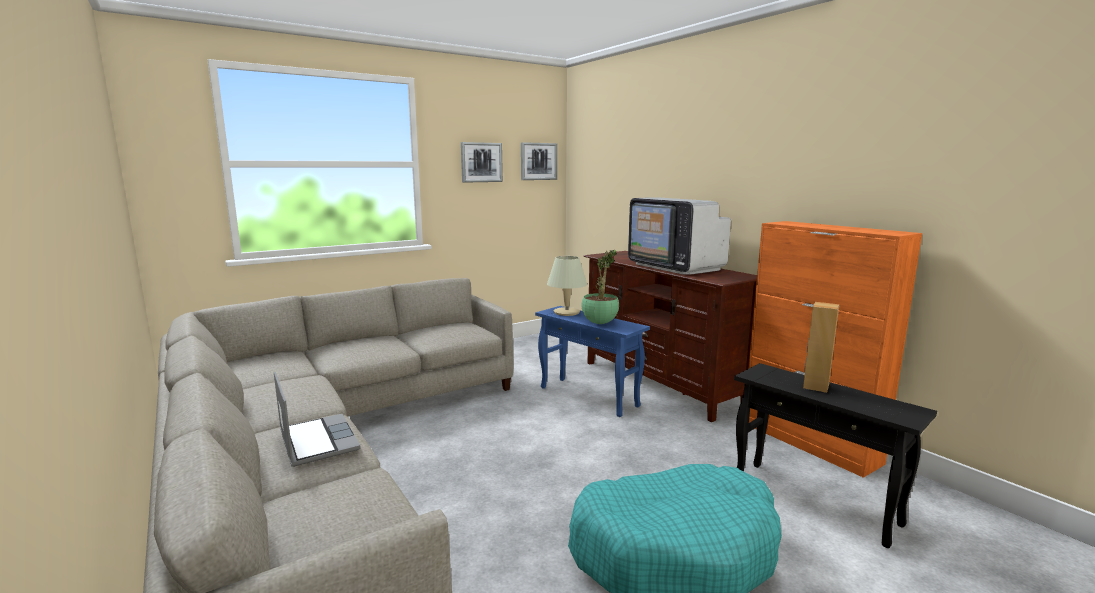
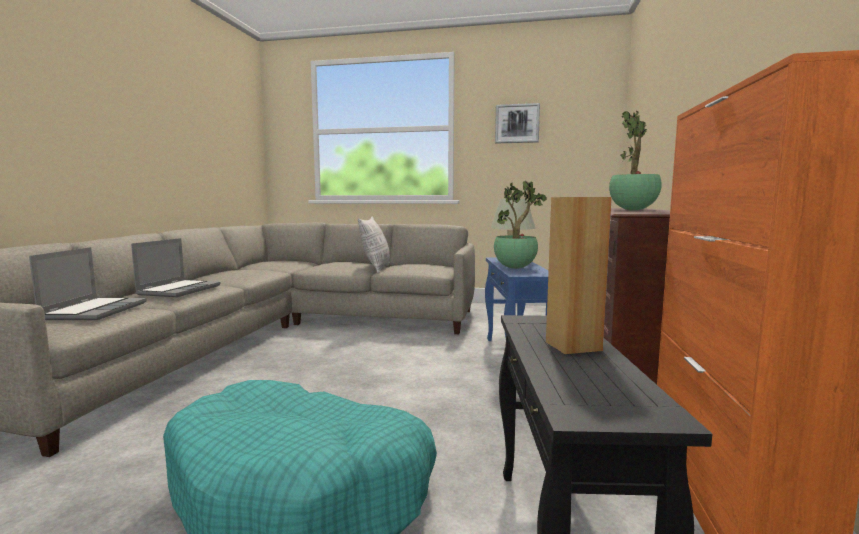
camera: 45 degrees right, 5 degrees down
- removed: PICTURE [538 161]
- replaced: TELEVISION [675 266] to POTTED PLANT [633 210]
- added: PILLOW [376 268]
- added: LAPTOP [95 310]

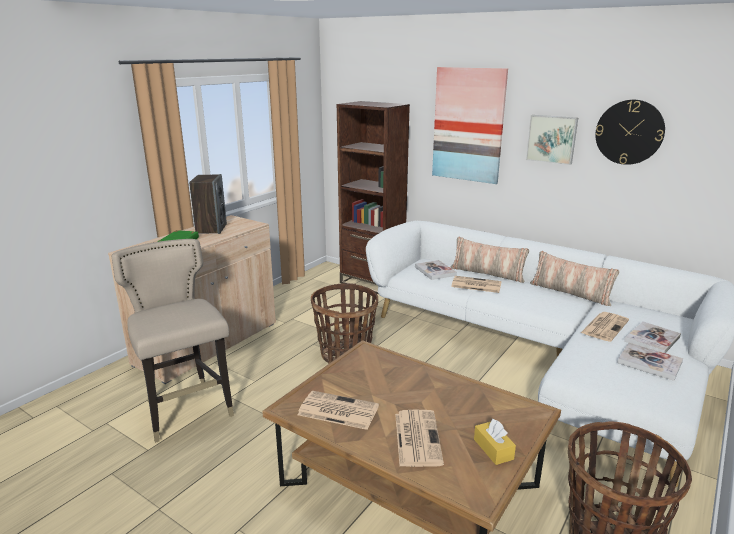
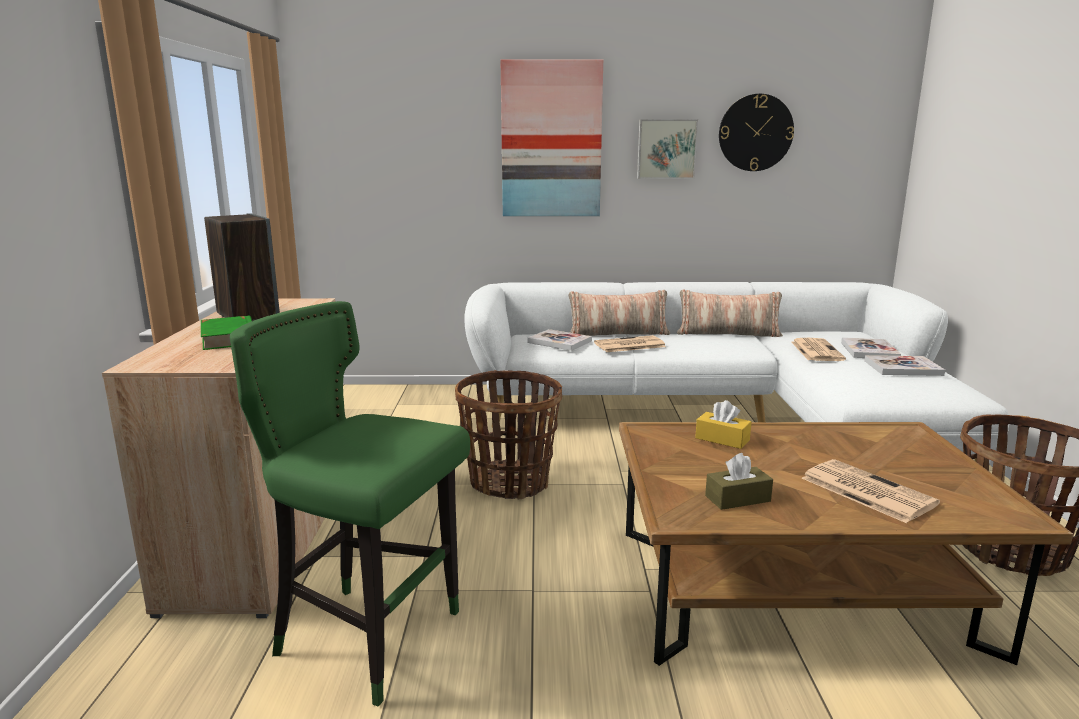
camera: 35 degrees left, 5 degrees down
- removed: BROWN BOOKCASE [372 283]
- recoloured: BEIGE STOOL [187 411] to GREEN STOOL [370 638]
- replaced: NEWSPAPER [337 410] to BROWN TISSUE BOX [737 499]
- moved: YELLOW TISSUE BOX [493 449] to [722 439]

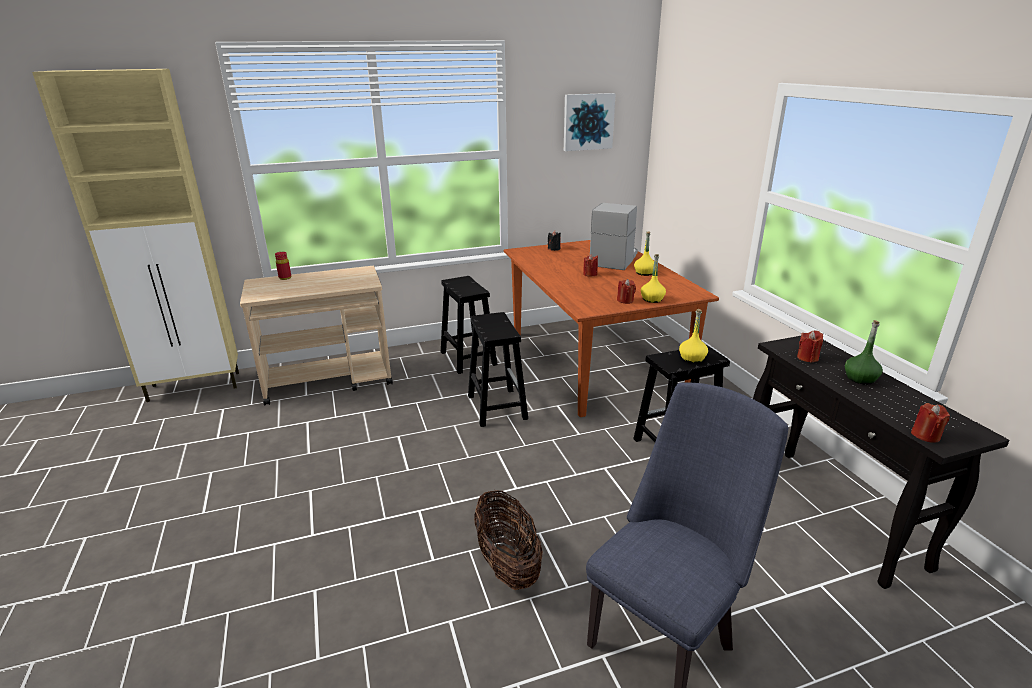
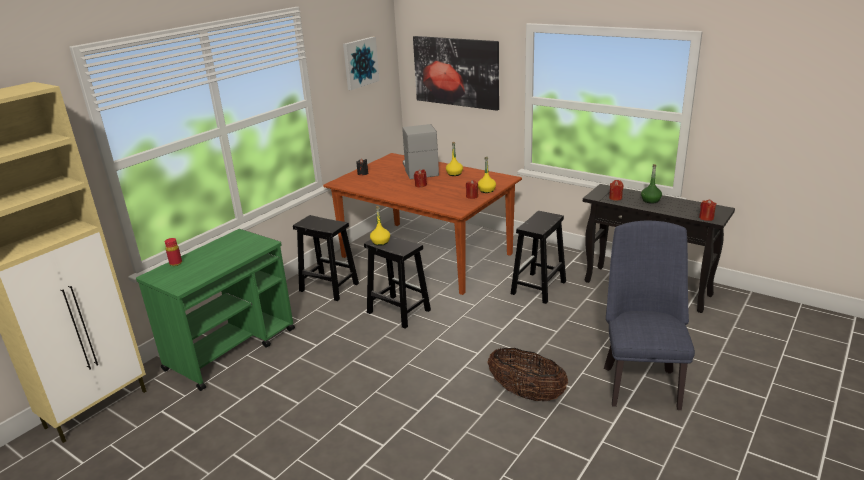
camera: 35 degrees left, 0 degrees up
- recoloured: BEIGE CART [329 380] to GREEN CART [232 349]
- moved: YELLOW BOTTLE [692 358] to [380 242]
- added: PICTURE [456 72]

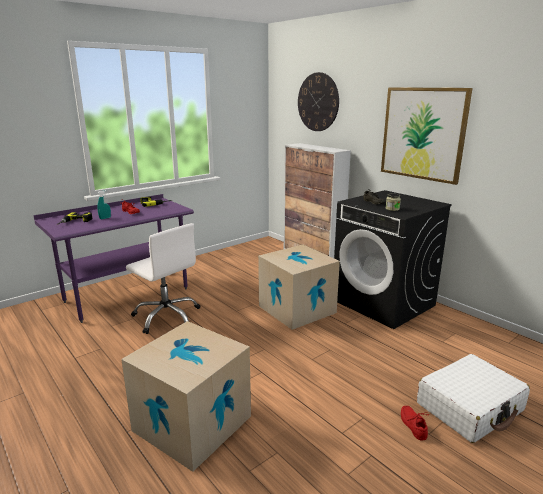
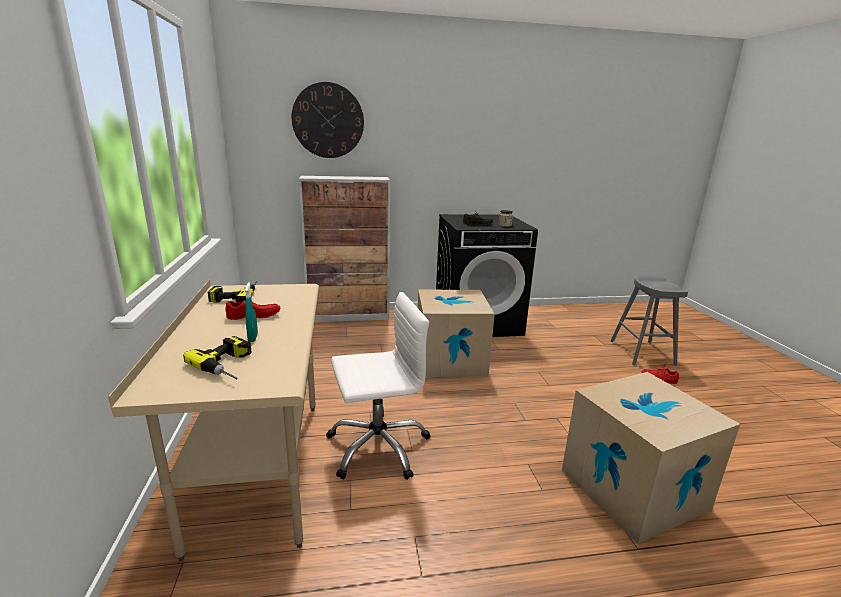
camera: 60 degrees left, 0 degrees up
- removed: PICTURE [423 134]
- recoloured: PURPLE DESK [127 295] to BEIGE DESK [260 469]
- replaced: WHITE SUITCASE [470 407] to GREY STOOL [642 353]

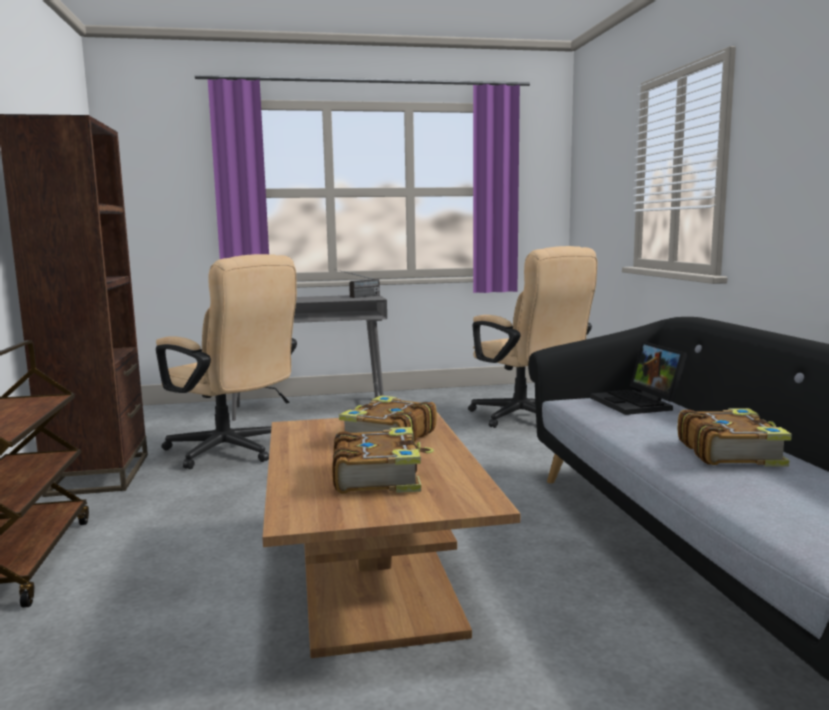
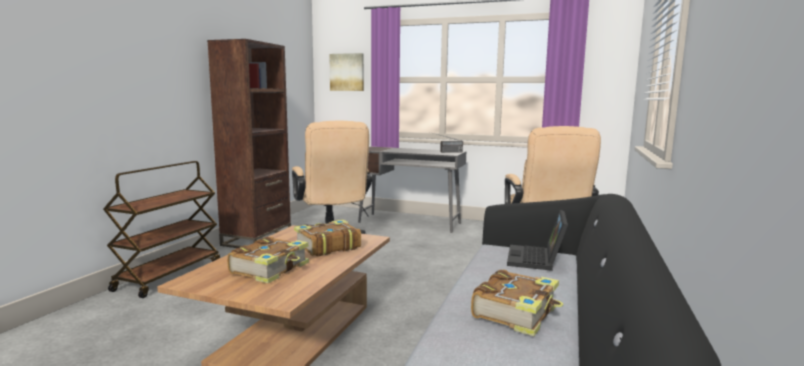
camera: 30 degrees right, 0 degrees up
- added: PICTURE [347 72]

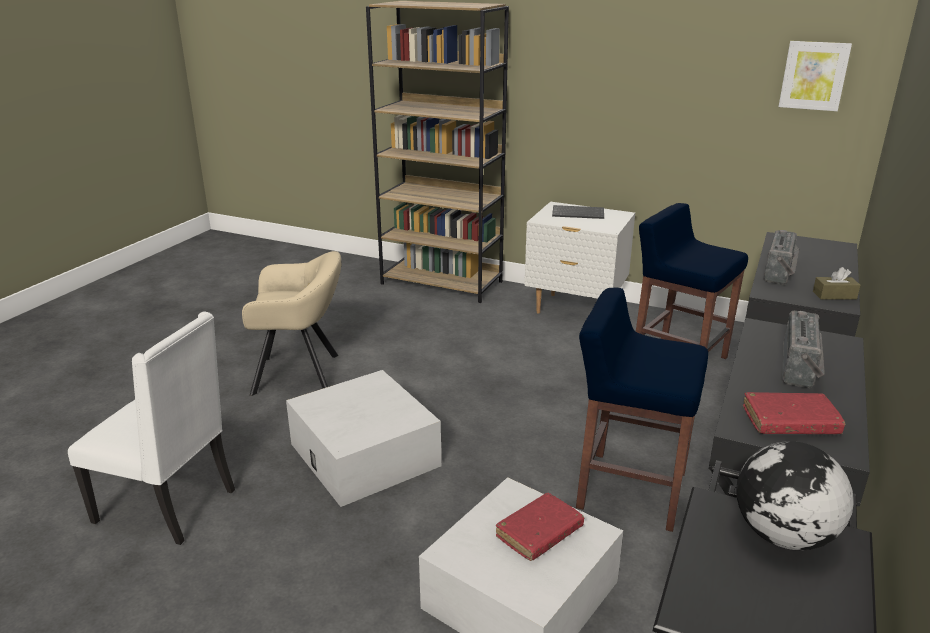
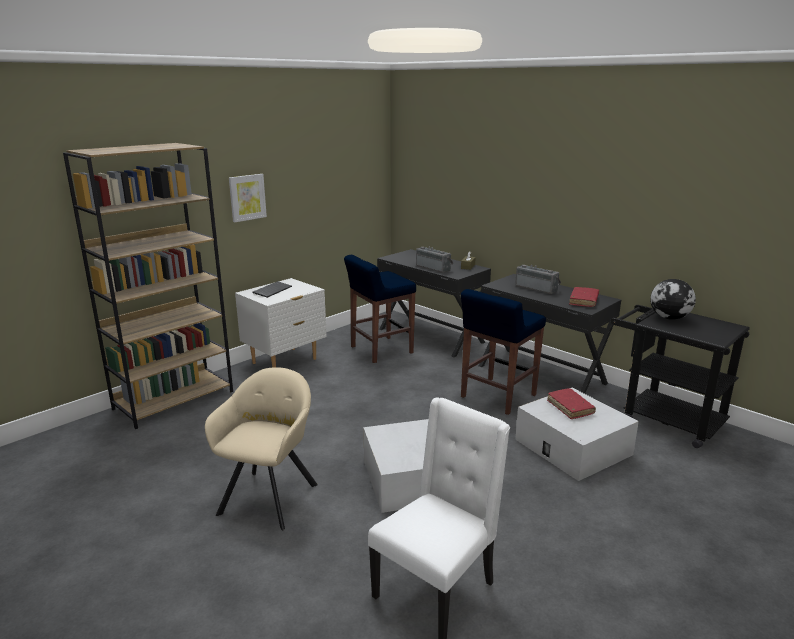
camera: 70 degrees left, 5 degrees down
- moved: PICTURE [814 75] to [247 197]

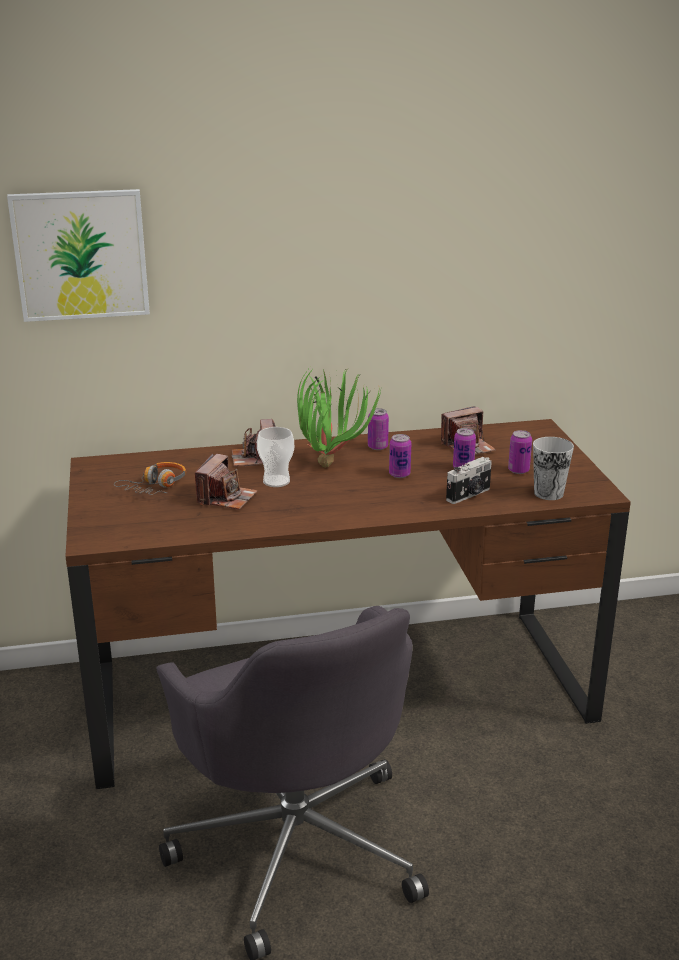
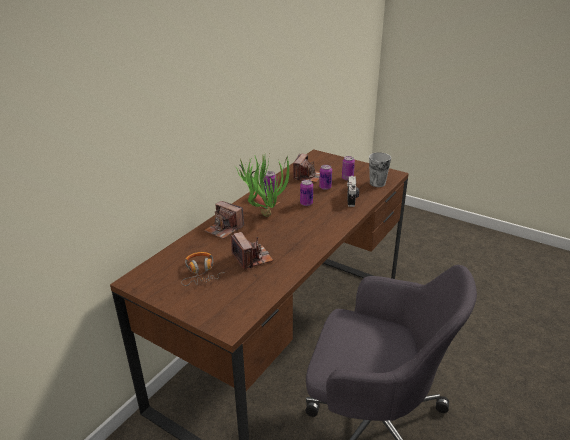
camera: 45 degrees left, 5 degrees up
- removed: PICTURE [81 255]
- removed: CUP [276 481]

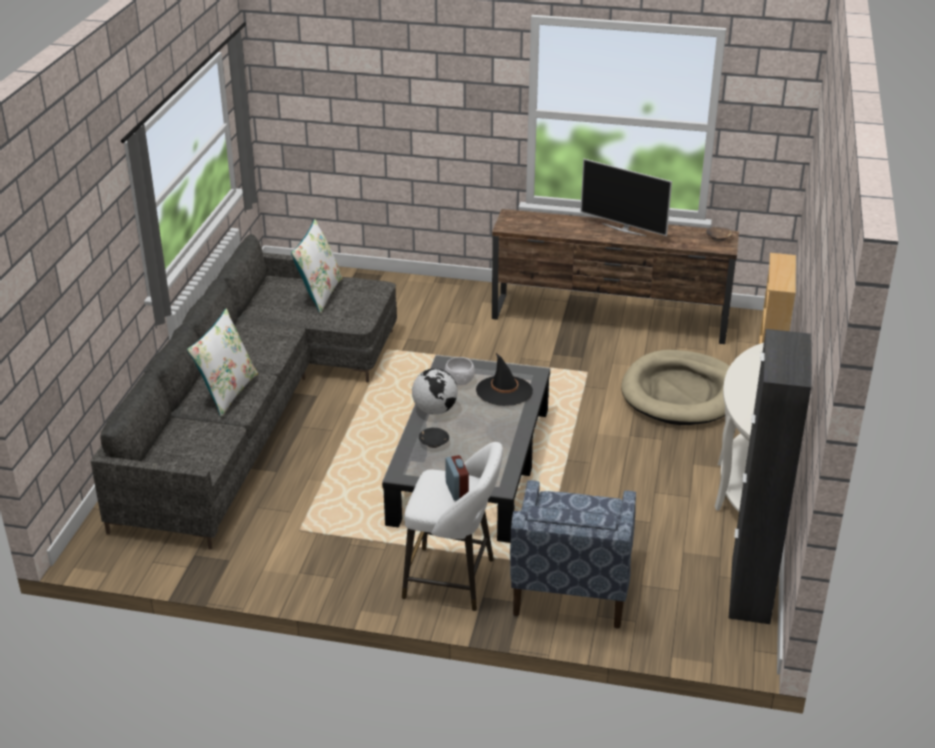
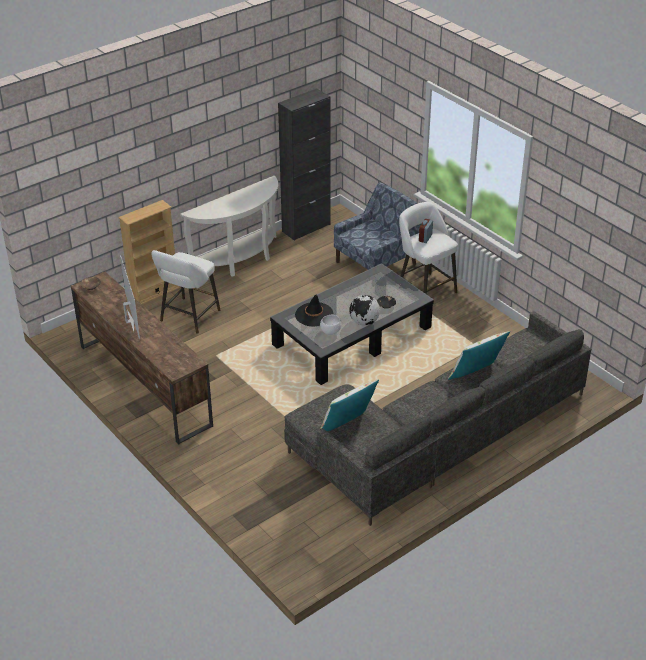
camera: 140 degrees left, 5 degrees up
- replaced: BEIGE DOG BED [680 393] to WHITE STOOL [188 318]

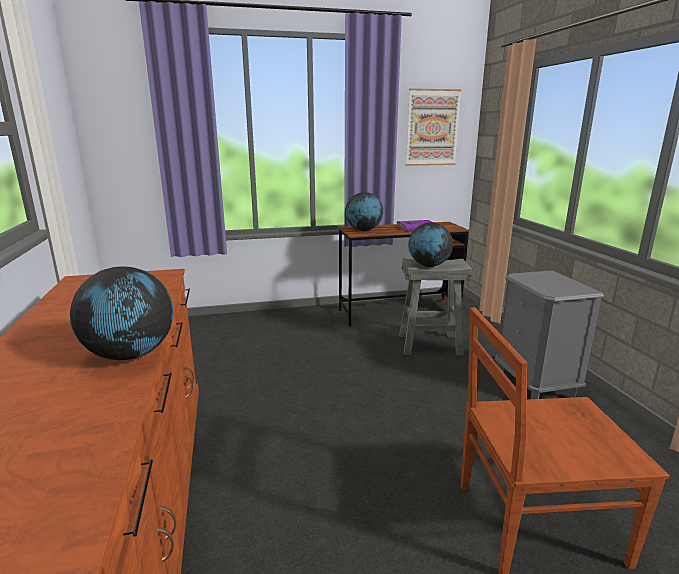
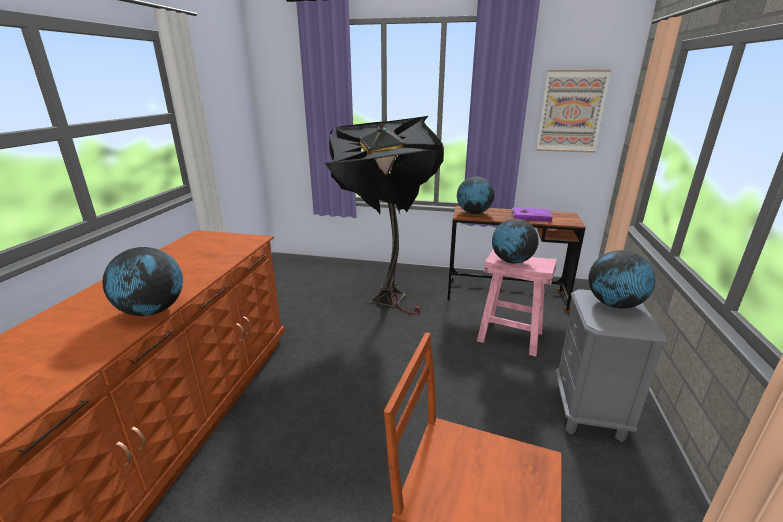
camera: 25 degrees right, 5 degrees up
- recoloured: GREY STOOL [429 345] to PINK STOOL [509 337]
- added: BLACK FLOOR LAMP [383 302]
- added: GLOBE [614 305]

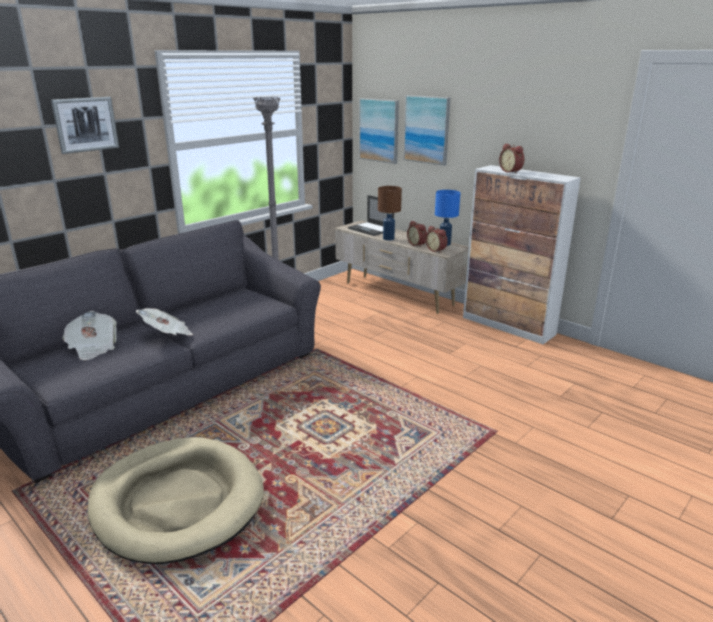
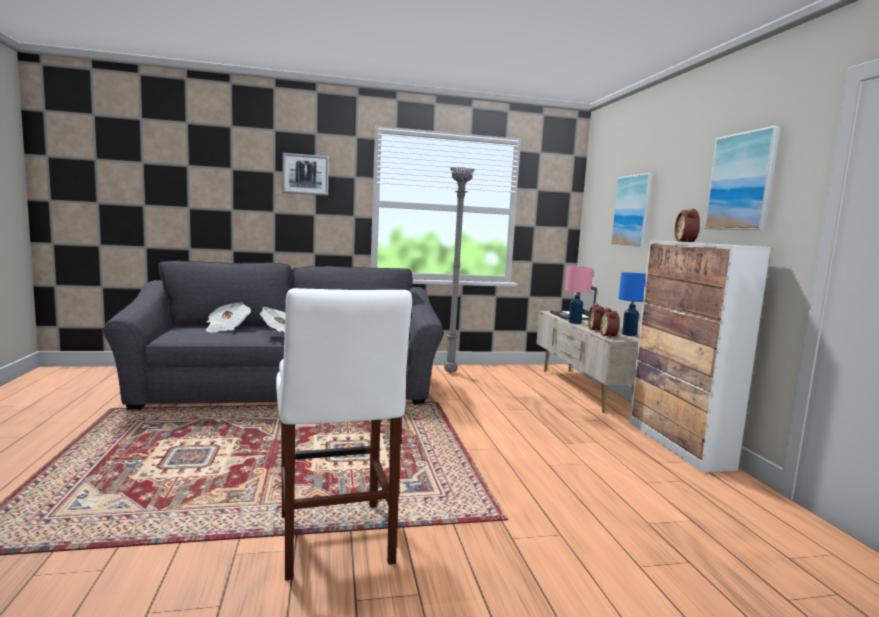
camera: 35 degrees right, 15 degrees down
- moved: PICTURE [379 130] to [742 181]
- recoloured: BROWN TABLE LAMP [388 238] to PINK TABLE LAMP [574 322]
- removed: BEIGE DOG BED [177 502]
- added: WHITE STOOL [335 543]

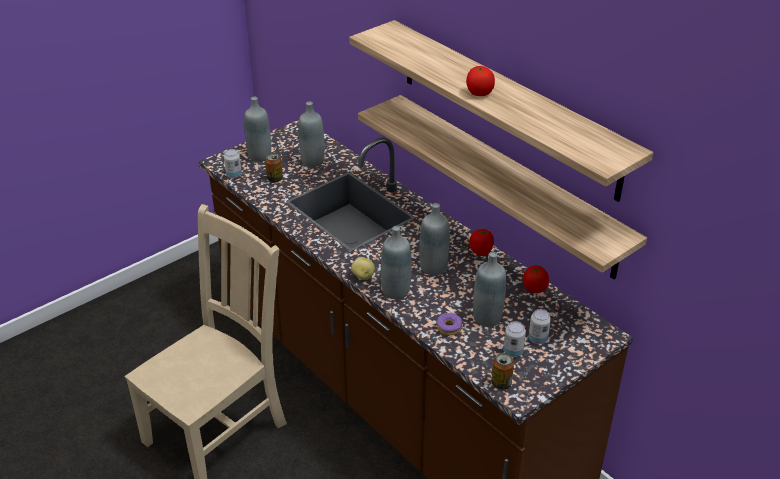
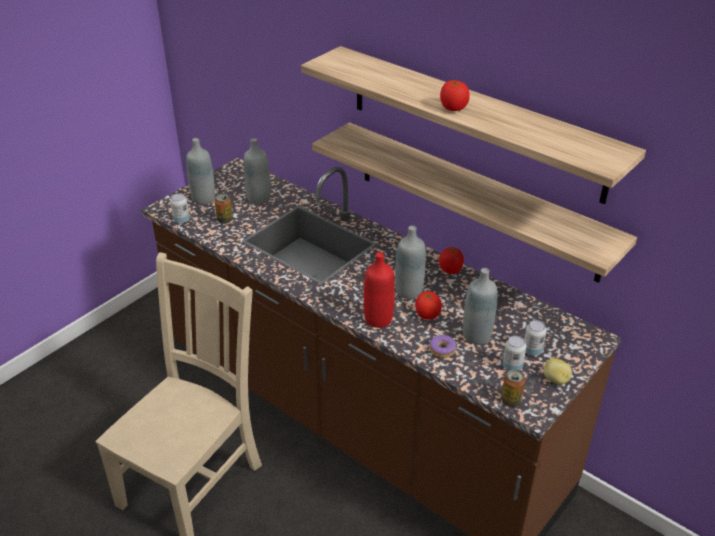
camera: 10 degrees left, 0 degrees up
- recoloured: GREY BOTTLE [396 291] to RED BOTTLE [378 319]
- moved: POTATO [363 276] to [556 380]
- moved: TOMATO [534 289] to [427 315]

